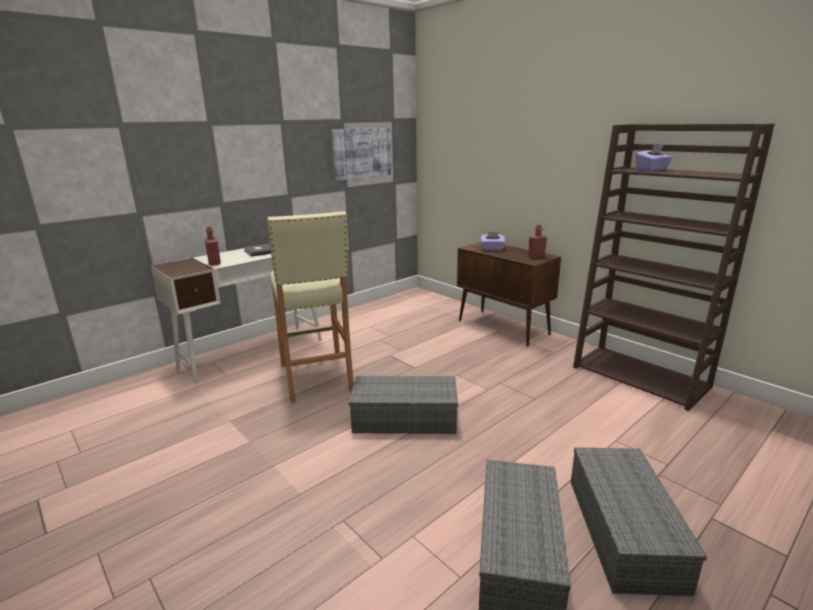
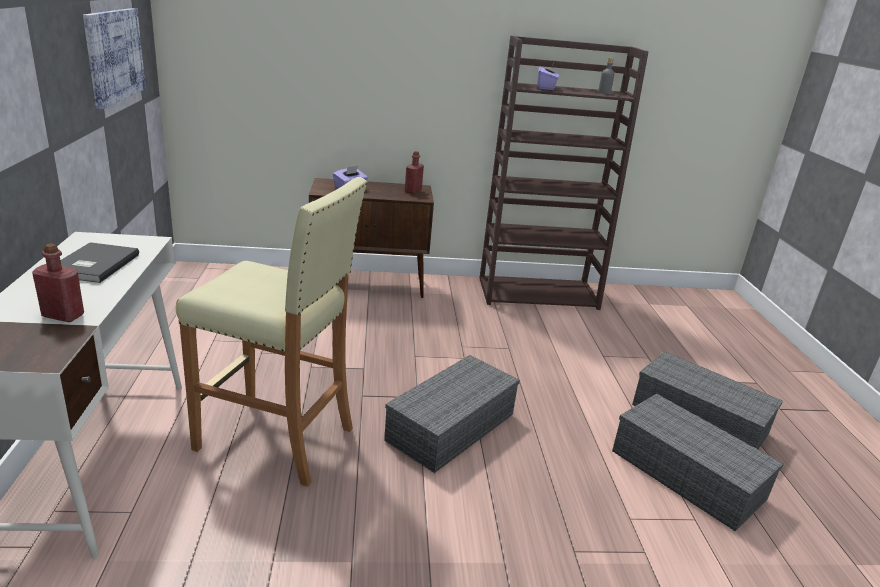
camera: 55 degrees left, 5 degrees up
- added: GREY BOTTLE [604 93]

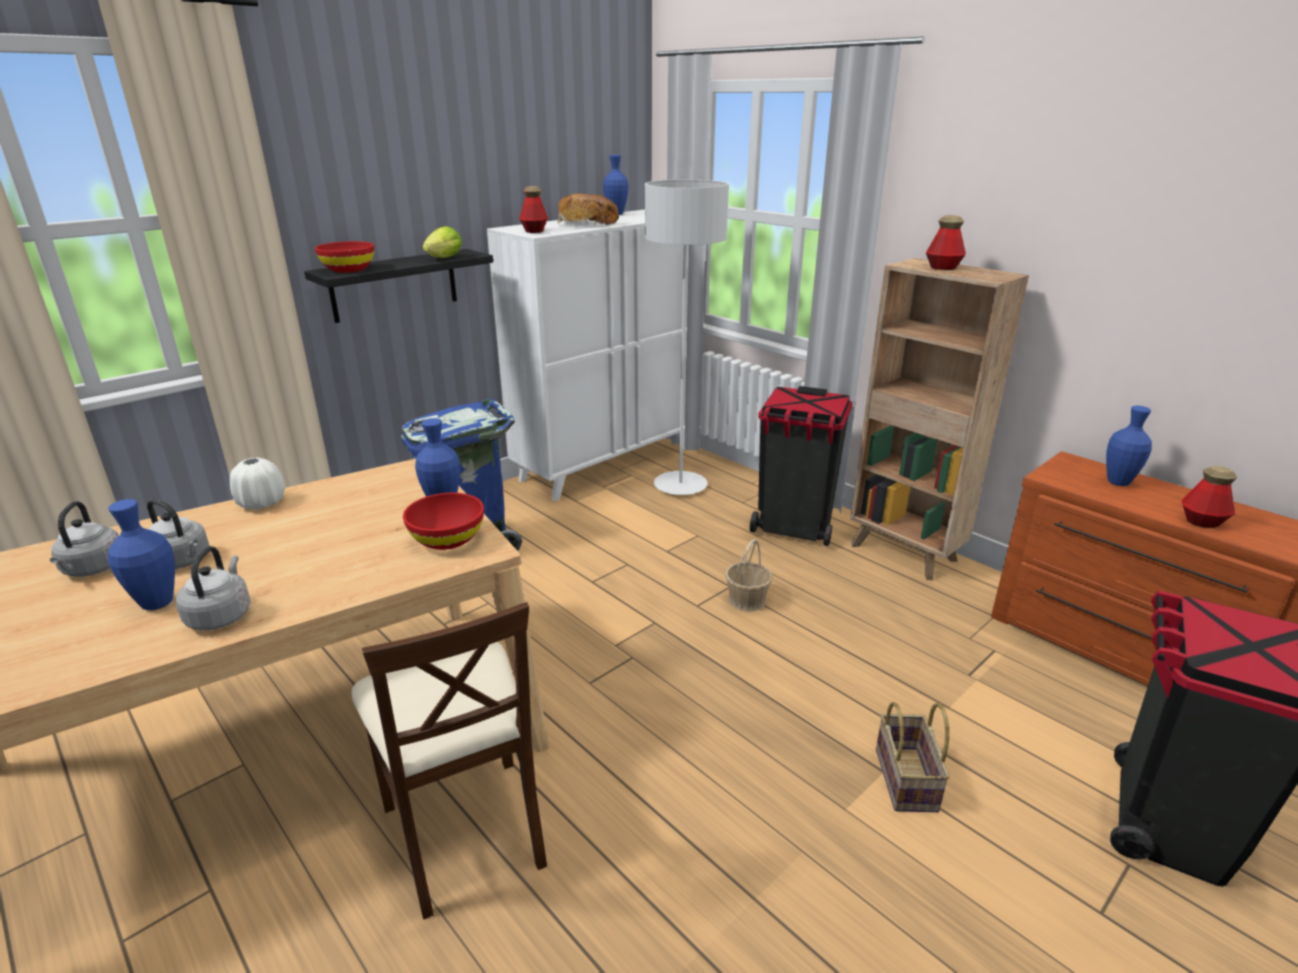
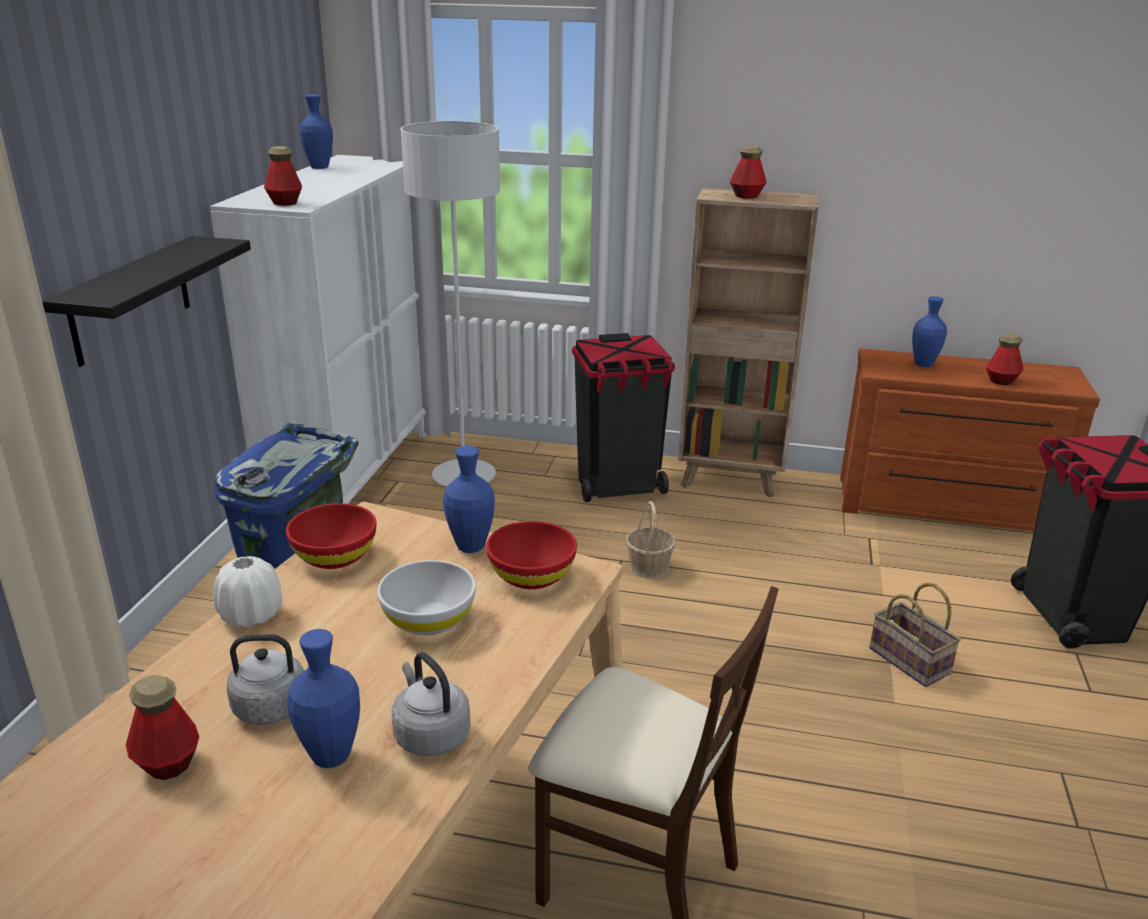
camera: 35 degrees left, 0 degrees up
- removed: BREAD [587 223]
- removed: LETTUCE [442 259]
- moved: RED BOWL [349 270] to [335 556]
- replaced: GREY KETTLE [92 569] to BOTTLE [167 763]
- added: WHITE BOWL [428 619]

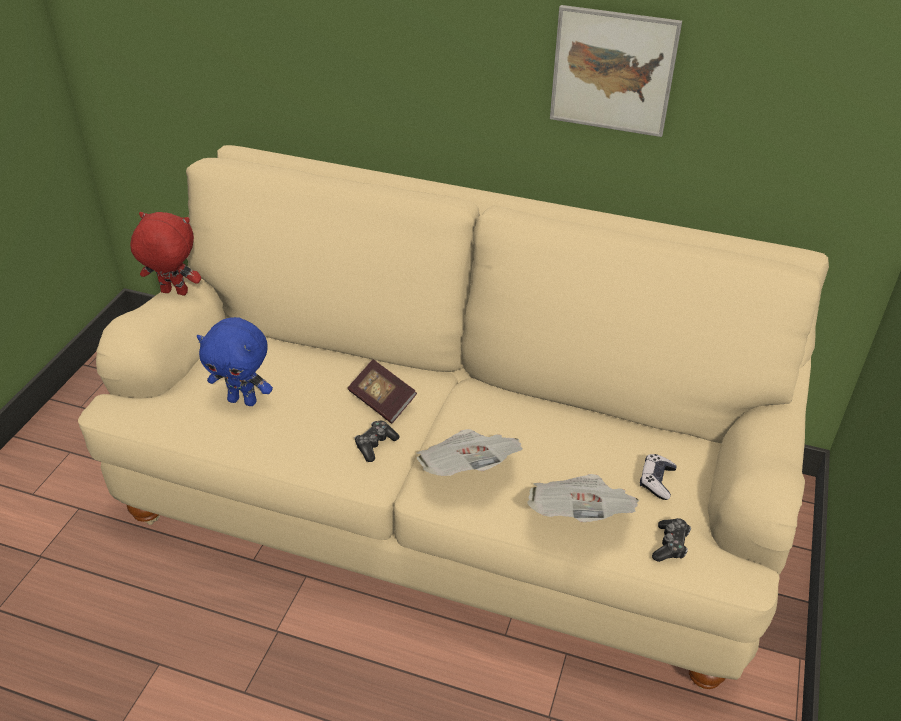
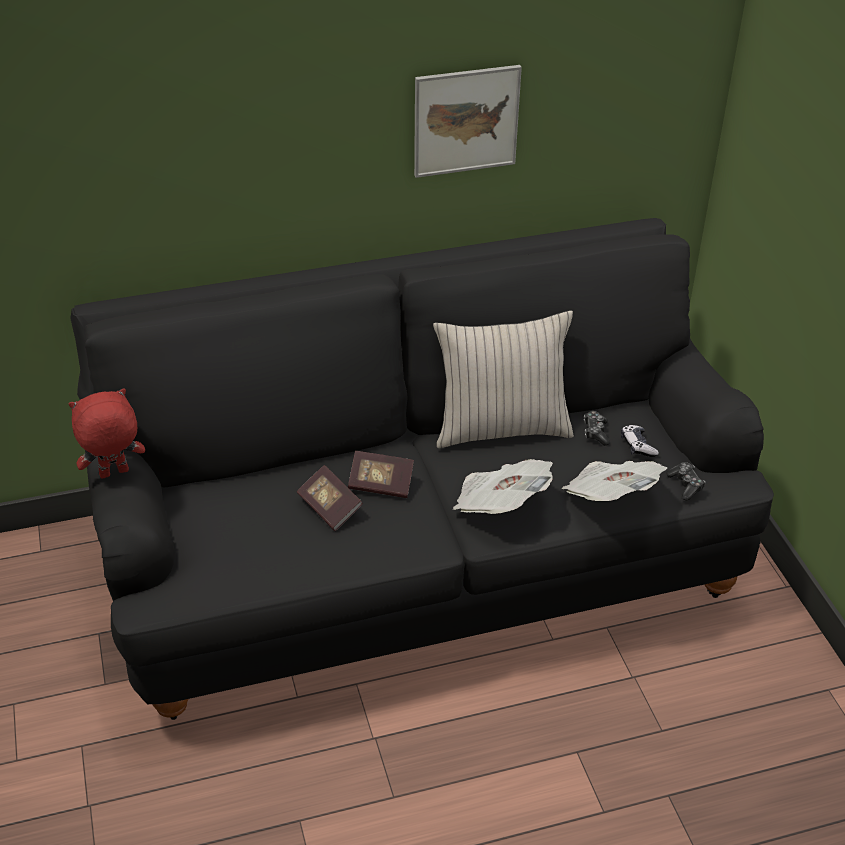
camera: 35 degrees left, 0 degrees up
- recoloured: BEIGE SOFA [449 503] to BLACK SOFA [420 564]
- removed: BLUE PLUSH TOY [243 400]
- moved: GAME CONTROLLER [375 445] to [595 432]
- added: BEIGE PILLOW [501 428]
- added: BOOK [329 507]

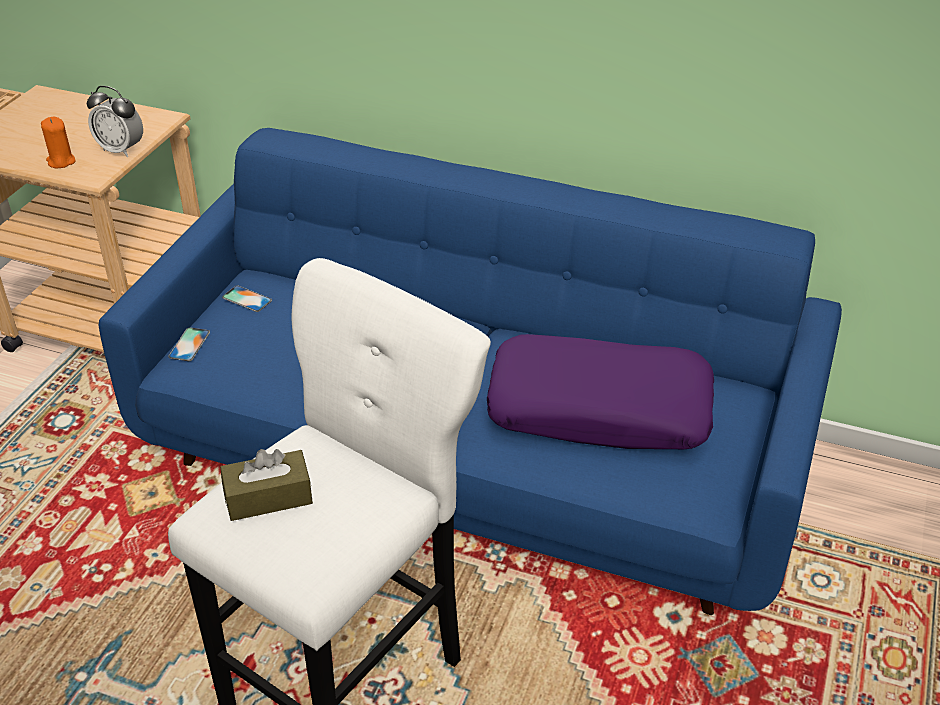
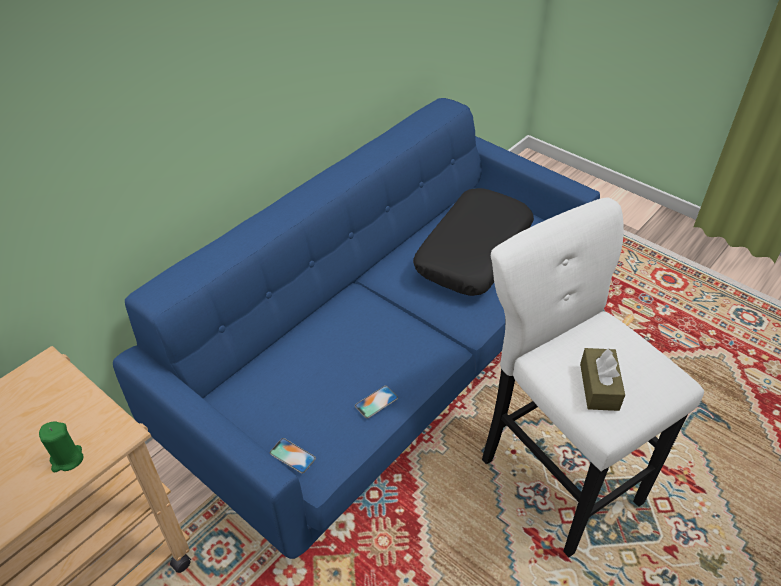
camera: 70 degrees left, 5 degrees up
- removed: ALARM CLOCK [121 150]
- recoloured: ORANGE CANDLE [61 161] to GREEN CANDLE [67 459]
- moved: PHONE [247 299] to [376 402]
- recoloured: PURPLE PILLOW [599 409] to BLACK PILLOW [473 251]

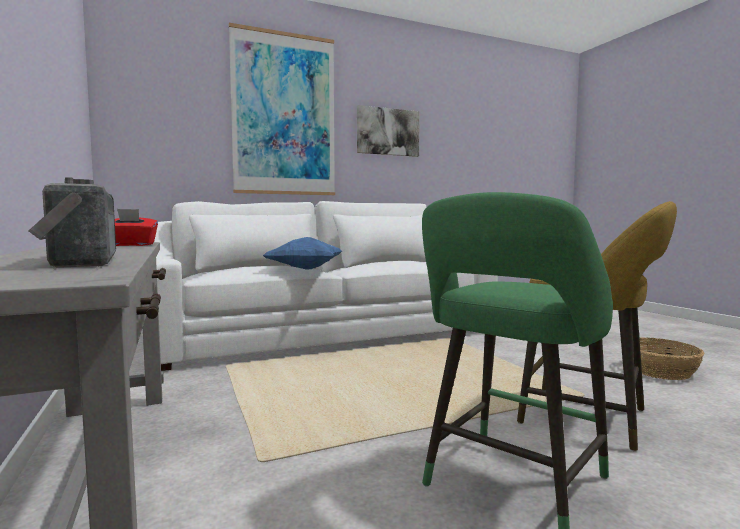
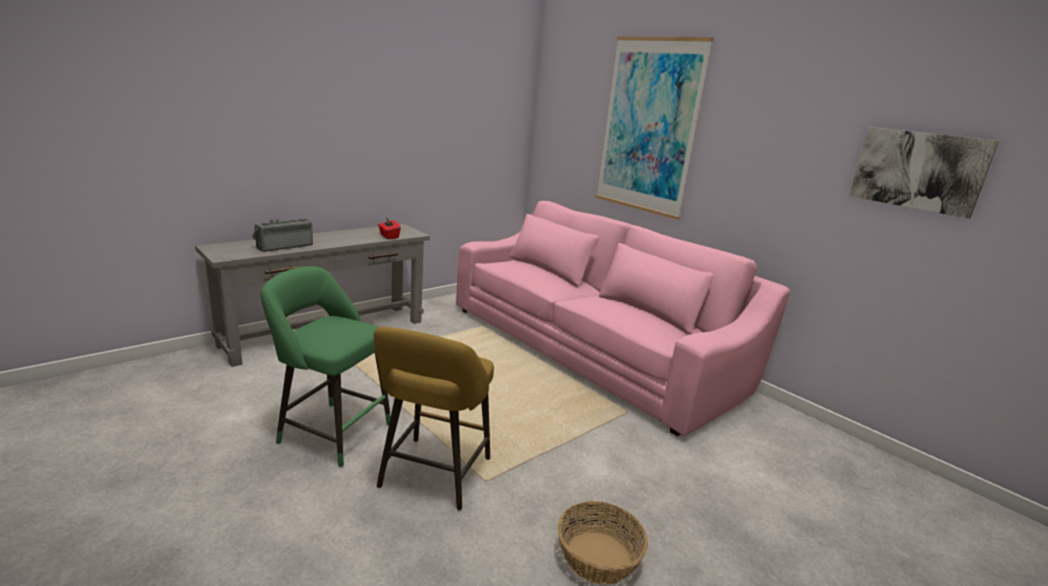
camera: 70 degrees right, 15 degrees up
- moved: PICTURE [388 132] to [918 170]
- recoloured: WHITE SOFA [327 333] to PINK SOFA [591 348]
- removed: BLUE PILLOW [305 269]

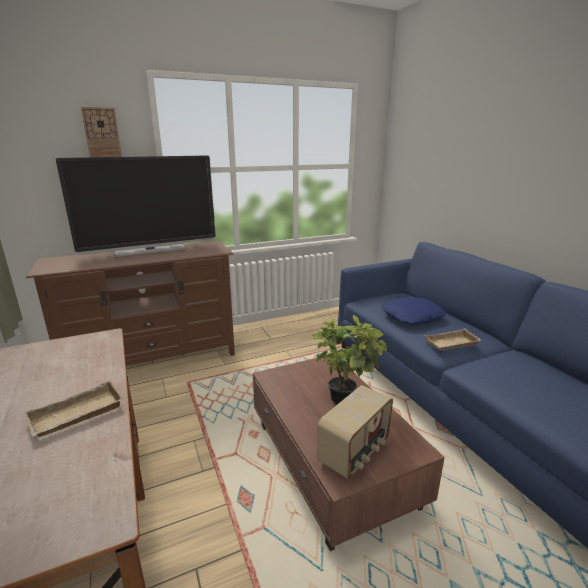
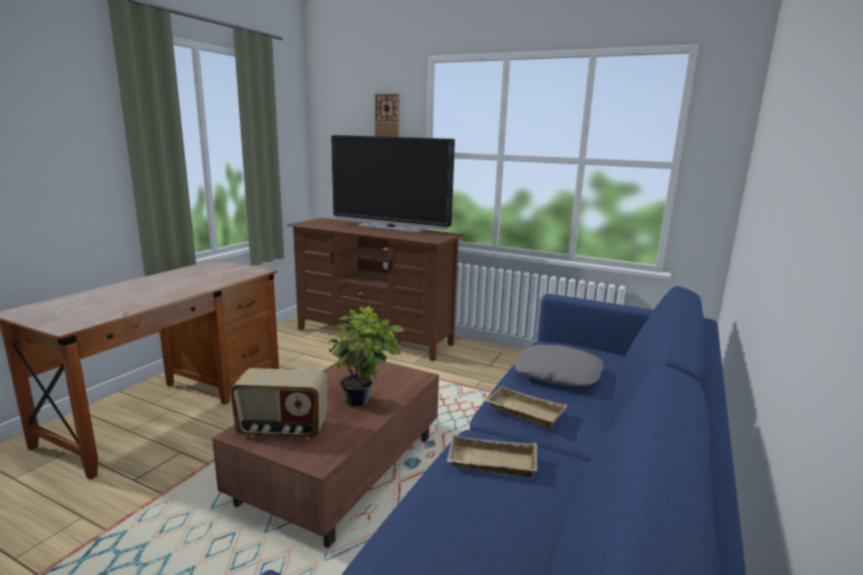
camera: 50 degrees right, 5 degrees down
- recoloured: BLUE PILLOW [412 316] to GREY PILLOW [557 374]
- moved: BEIGE TRAY [76 416] to [490 463]

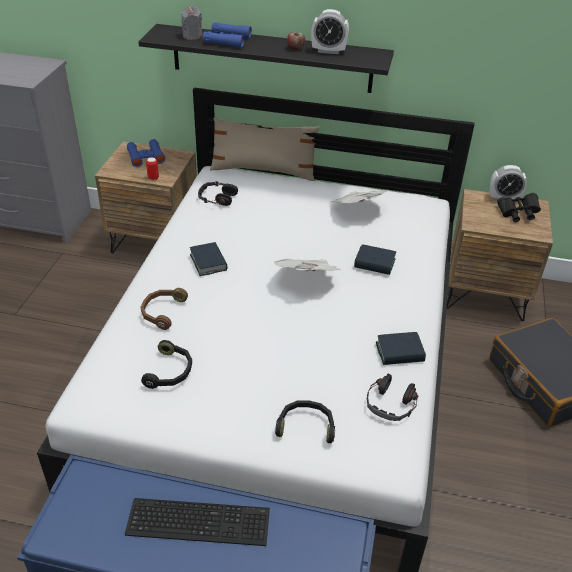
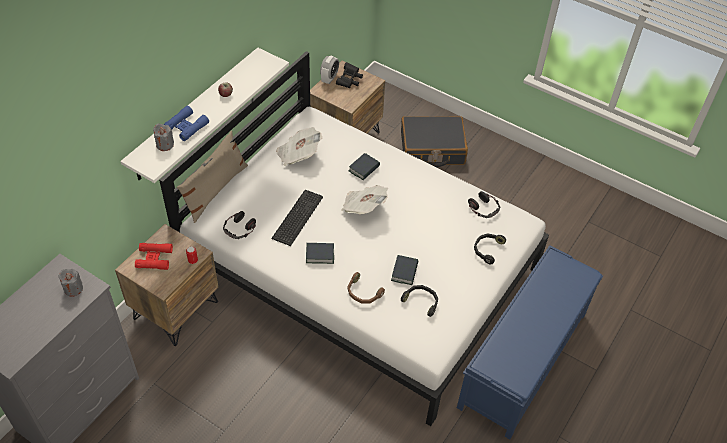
camera: 70 degrees left, 10 degrees up
- removed: ALARM CLOCK [328 51]
- recoloured: BLACK SHELF [271 58] to WHITE SHELF [195 114]
- recoloured: BLUE BINOCULARS [145 157] to RED BINOCULARS [154 258]
- moved: BOOK [399 352] to [404 272]
- moved: KEYBOARD [197 519] to [296 217]
- added: GREY CANDLE [73 289]

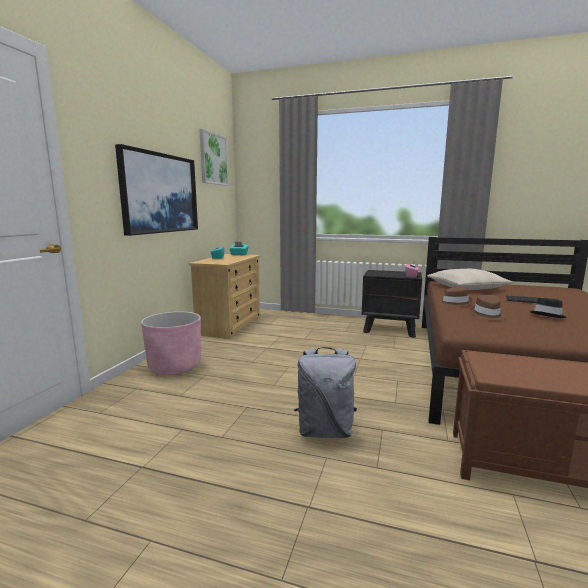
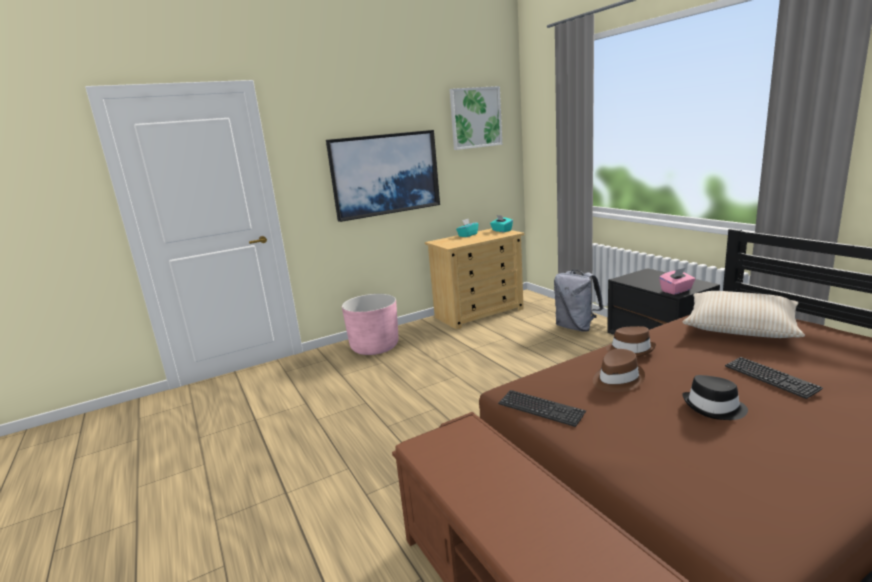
camera: 45 degrees right, 5 degrees up
- moved: GREY BACKPACK [325 431] to [576 327]
- added: KEYBOARD [540 409]

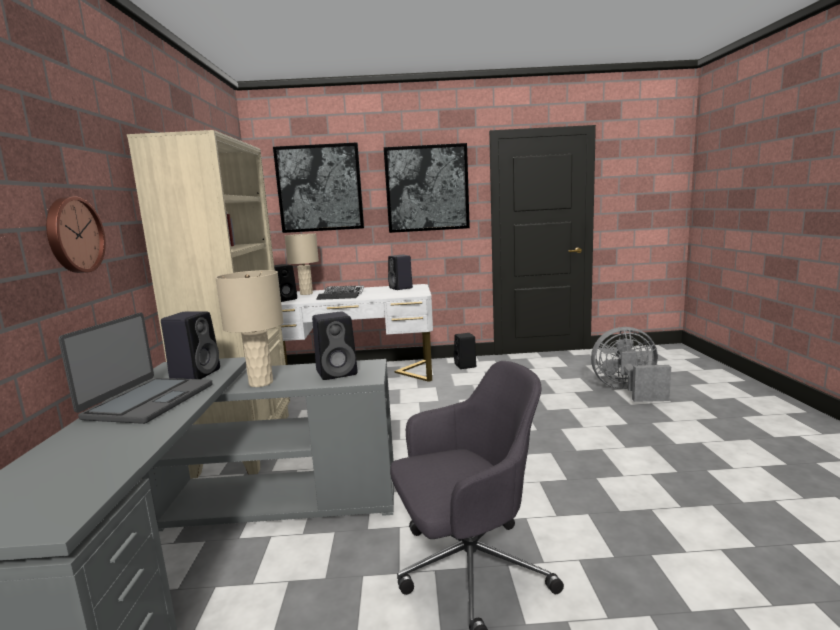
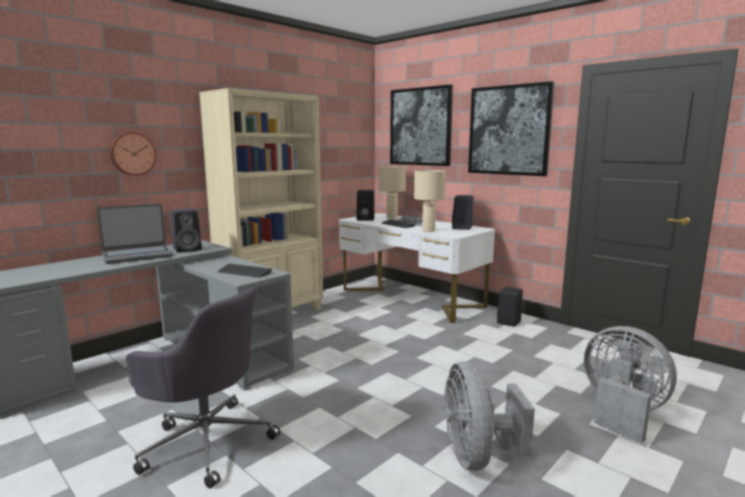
camera: 45 degrees right, 0 degrees up
- moved: BEIGE TABLE LAMP [260 383] to [428 230]
- replaced: BLACK SPEAKER [338 372] to KEYBOARD [244 272]
- added: GREY FAN [477 456]

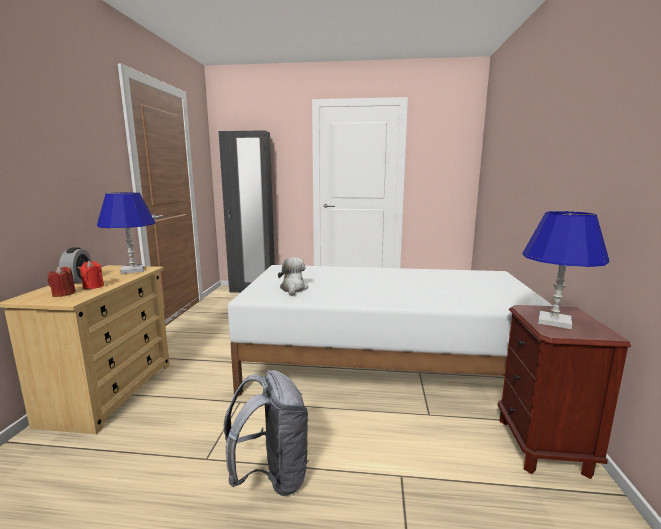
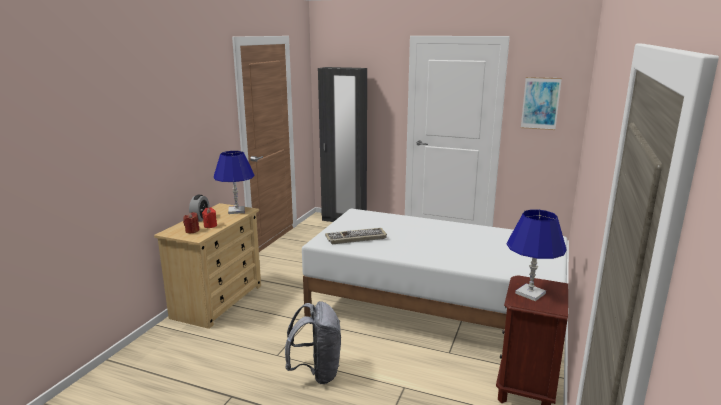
camera: 15 degrees right, 5 degrees up
- replaced: PLUSH TOY [293 289] to KEYBOARD [356 238]
- added: PICTURE [540 103]

